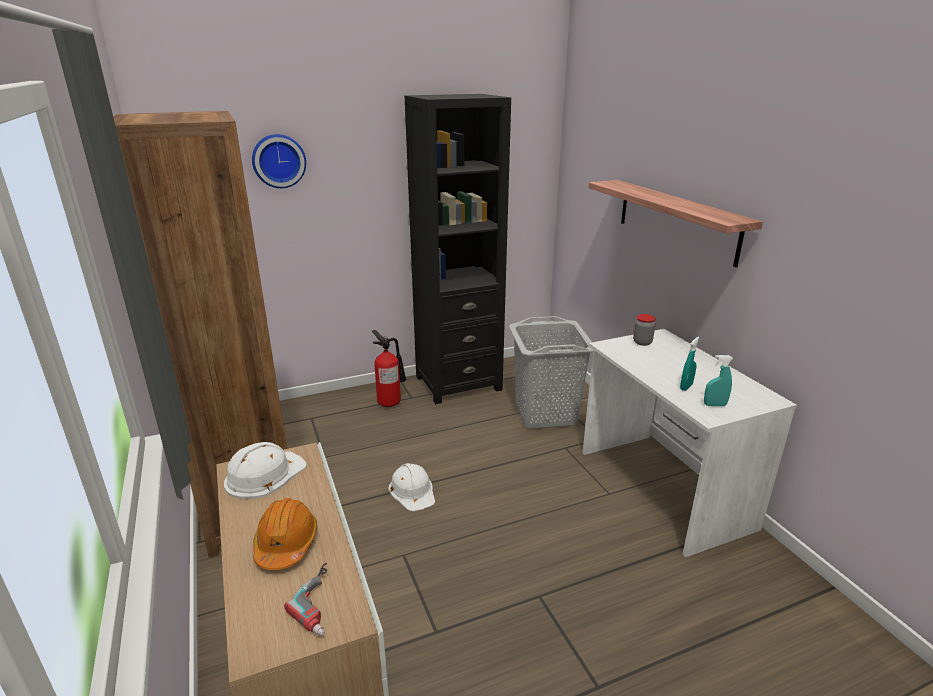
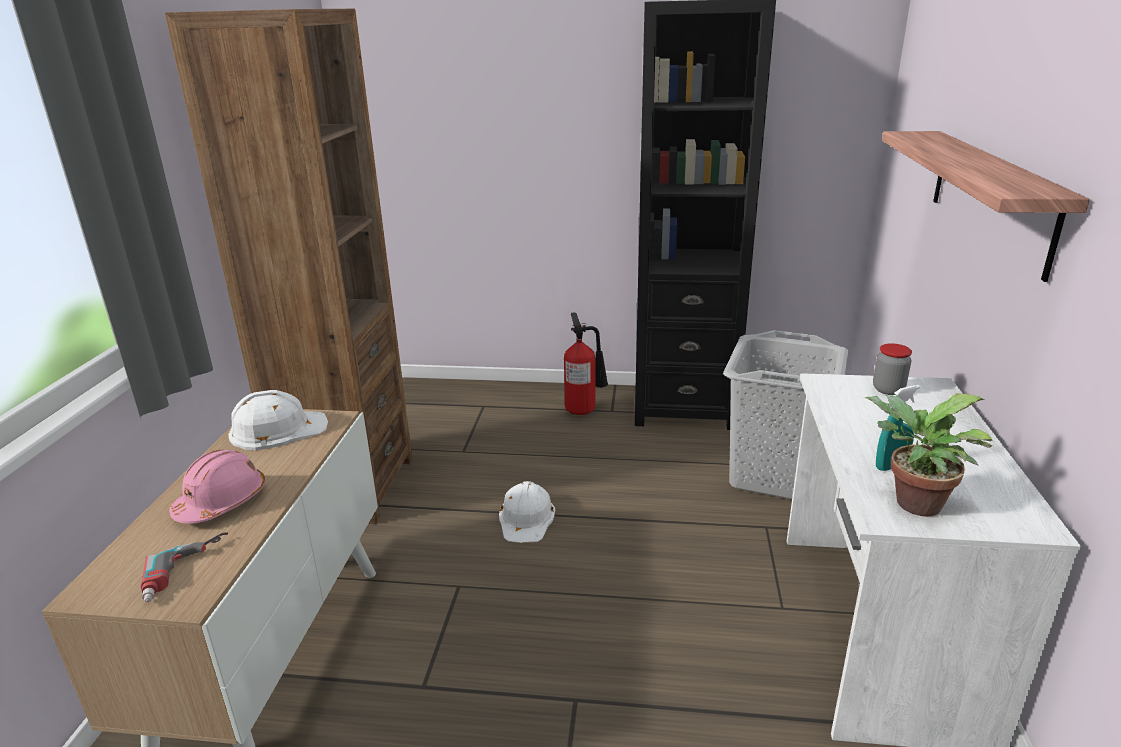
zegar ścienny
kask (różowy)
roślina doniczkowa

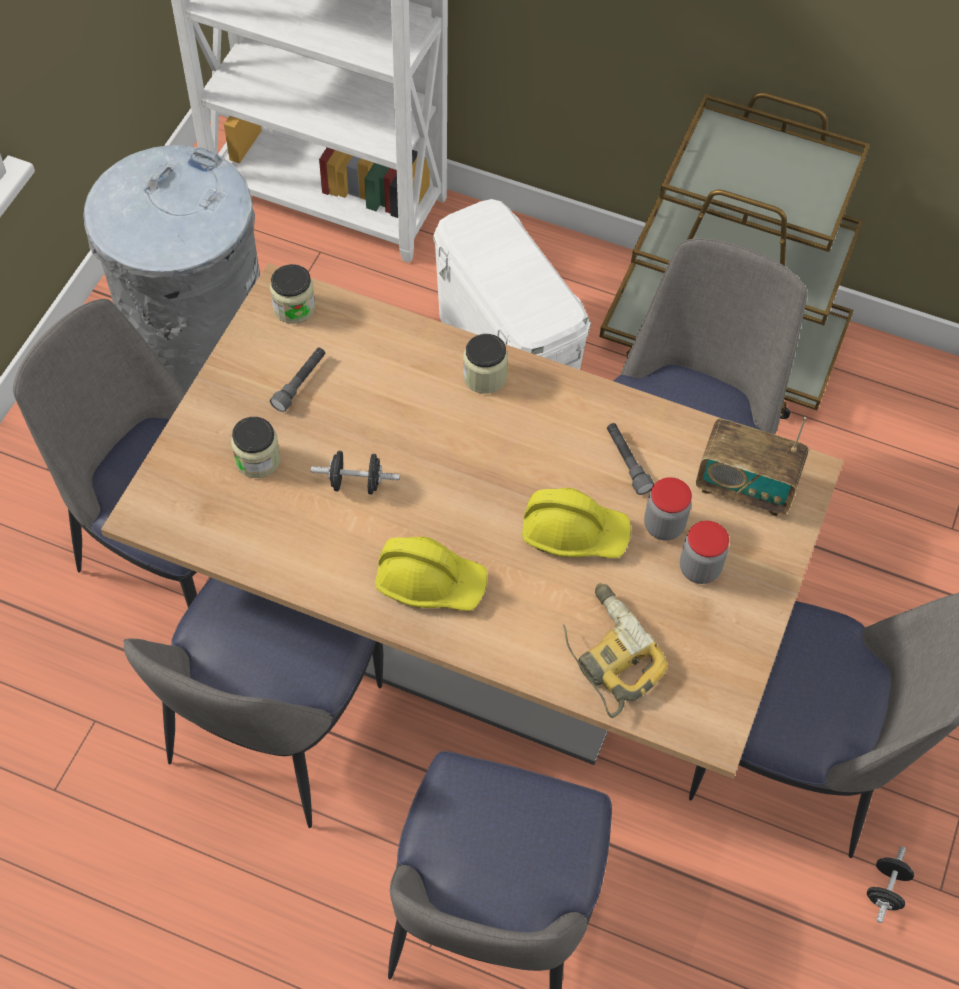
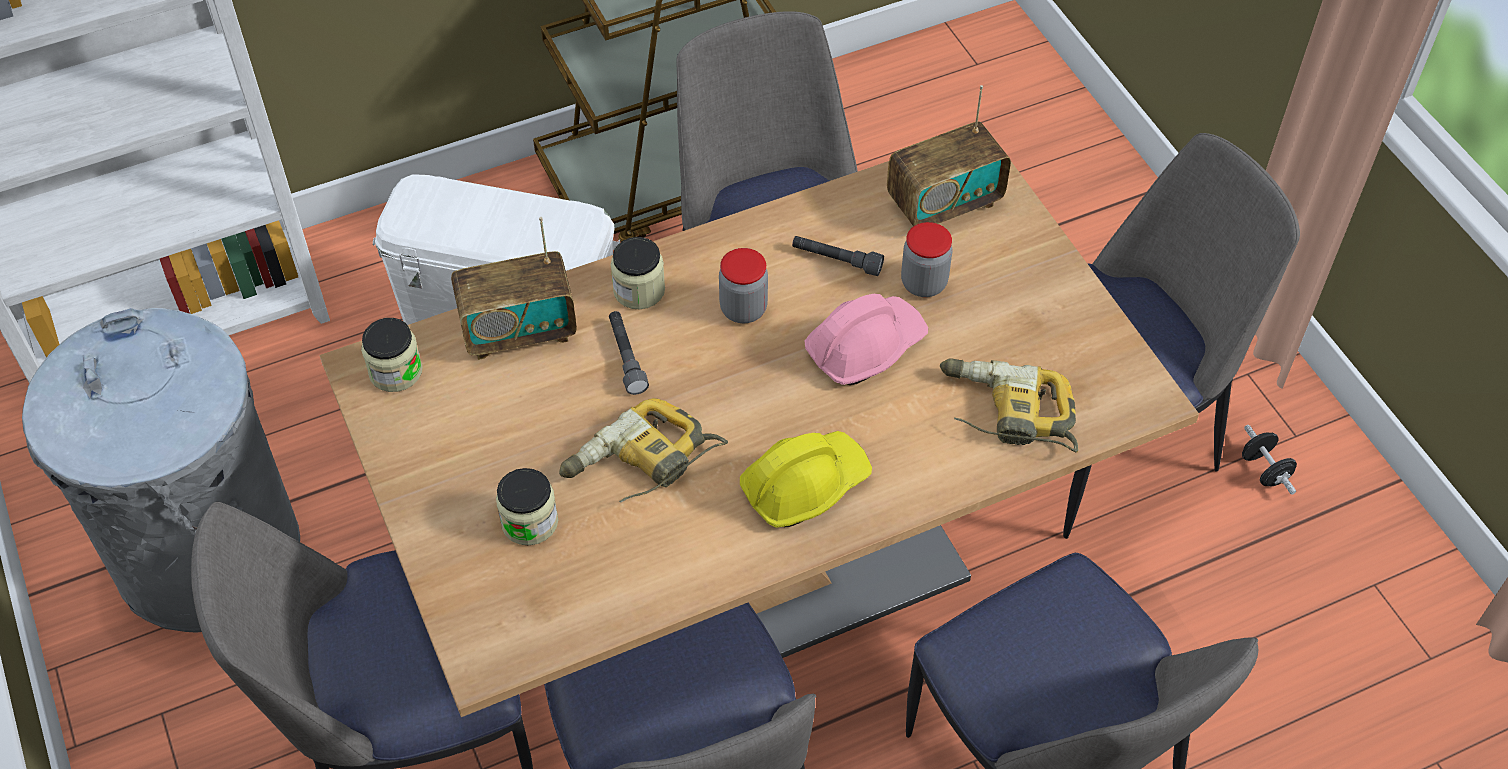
latarka (szary) (1st from left)
wiertarka (1st from left)
kask (różowy)
słoik (4th from left)
radio (1st from left)

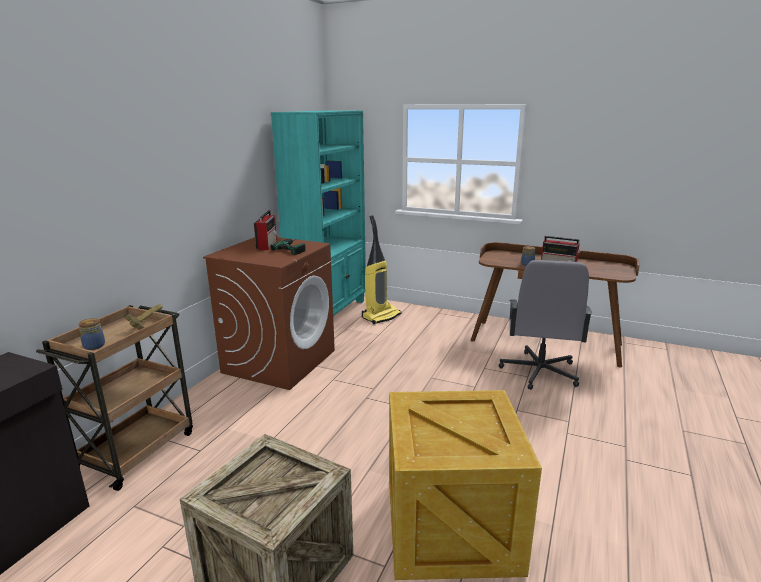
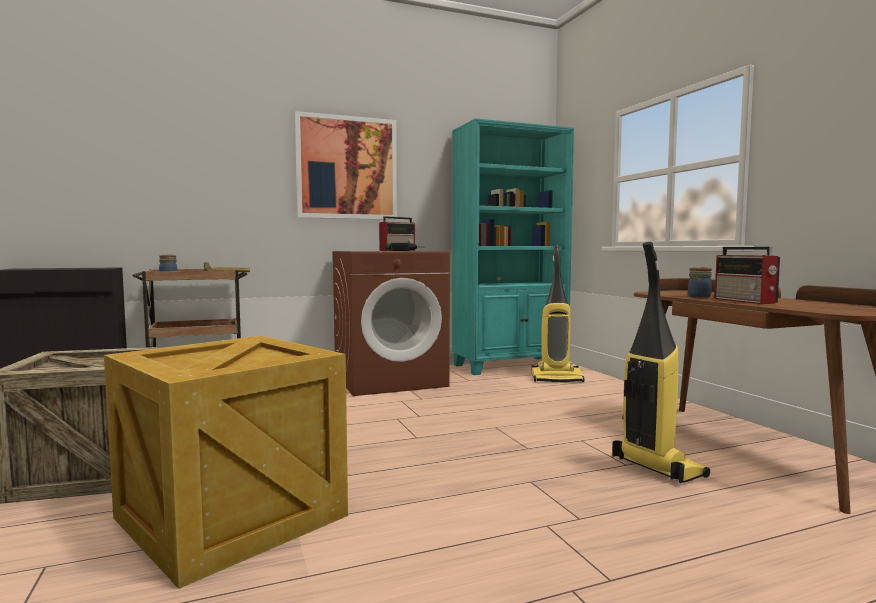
odkurzacz (2nd from left)
obraz

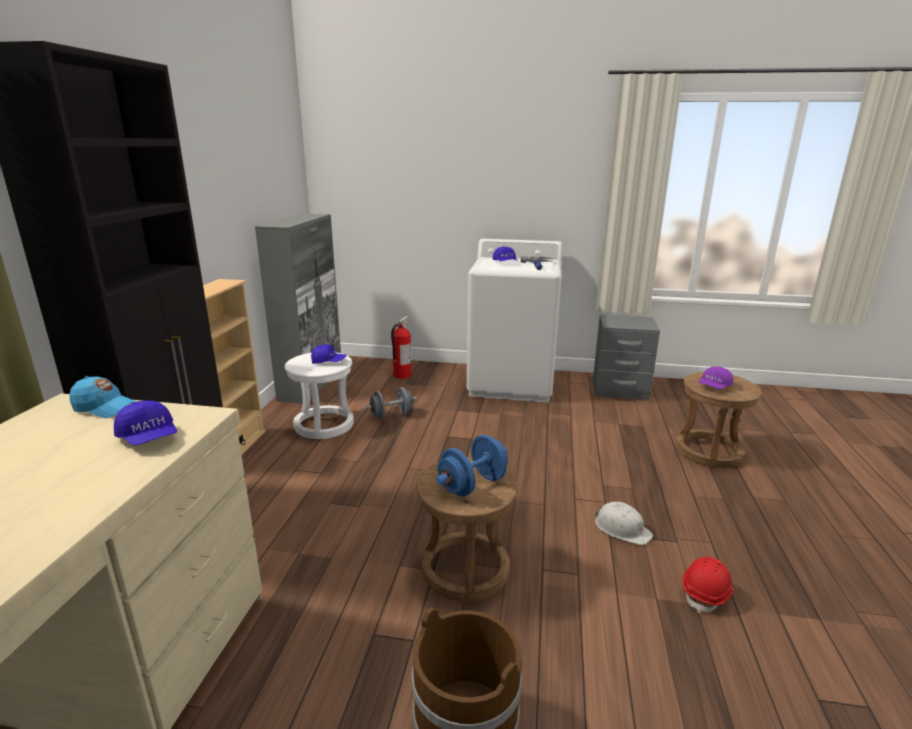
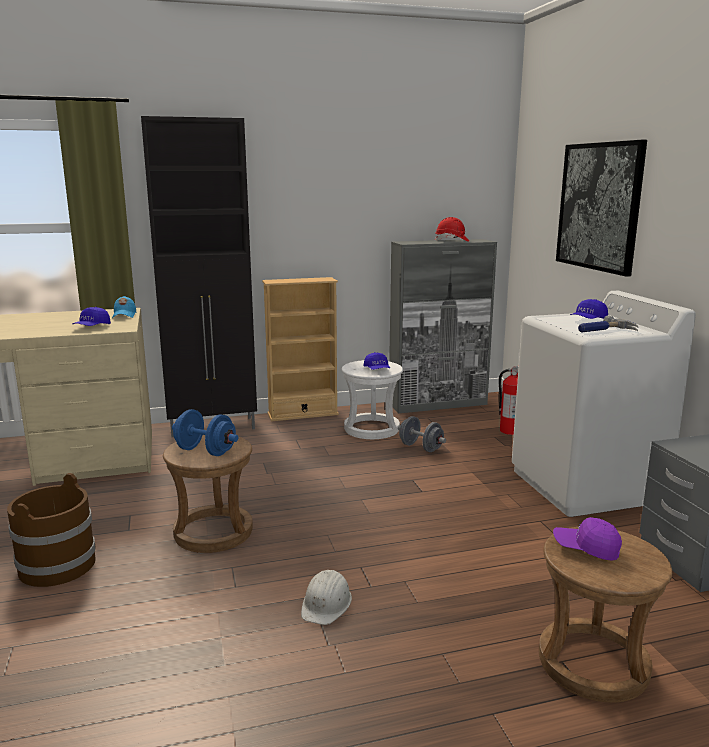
kask (czerwony)
obraz

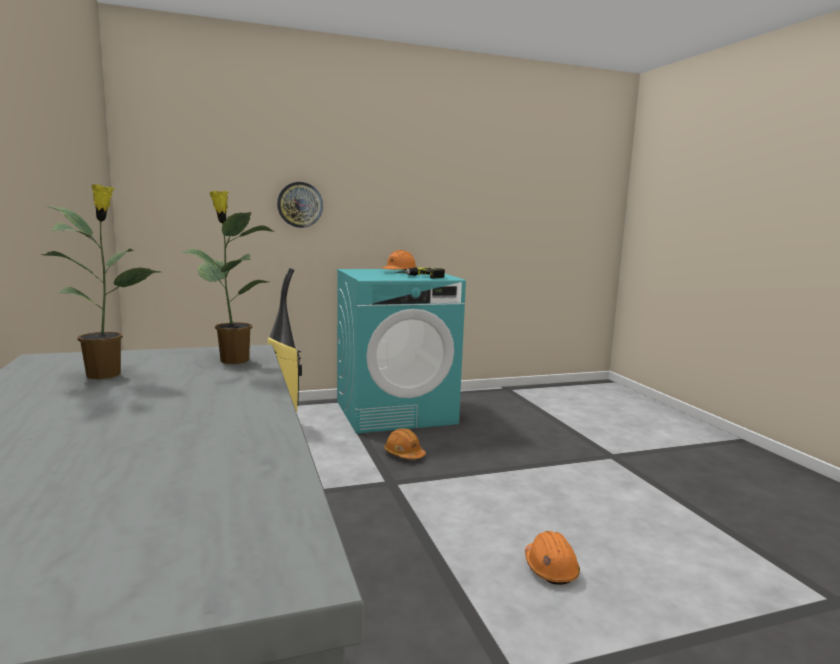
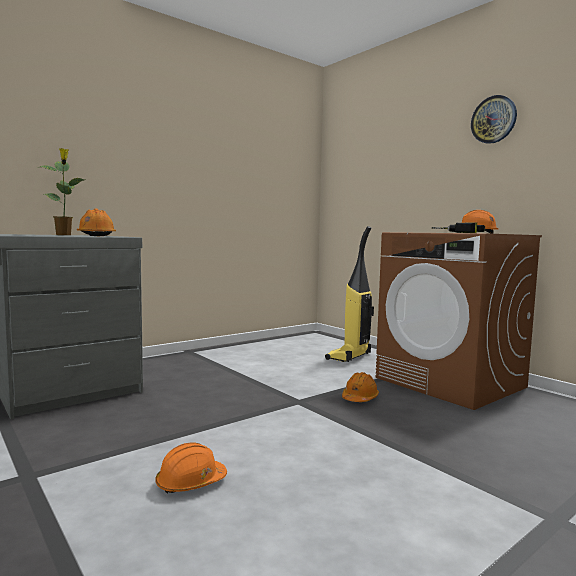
kask (pomarańczowy) (1st from left)
zegar ścienny
pralka (brązowy)

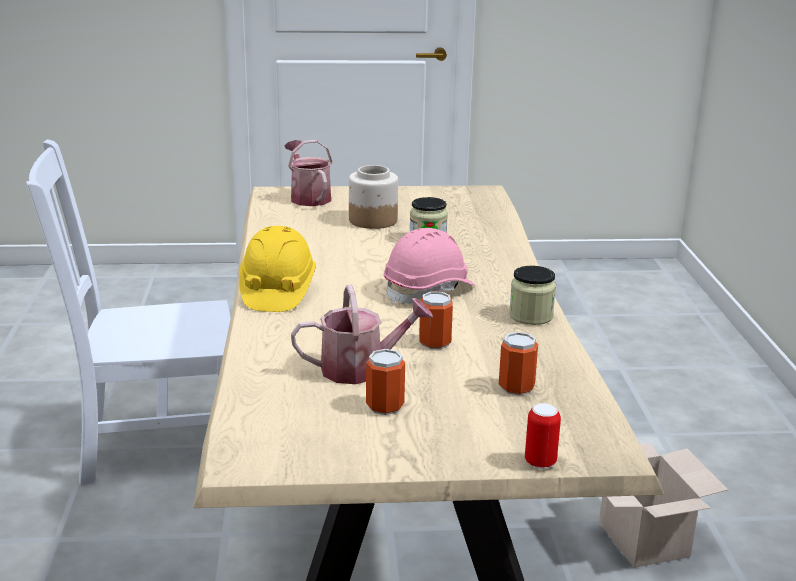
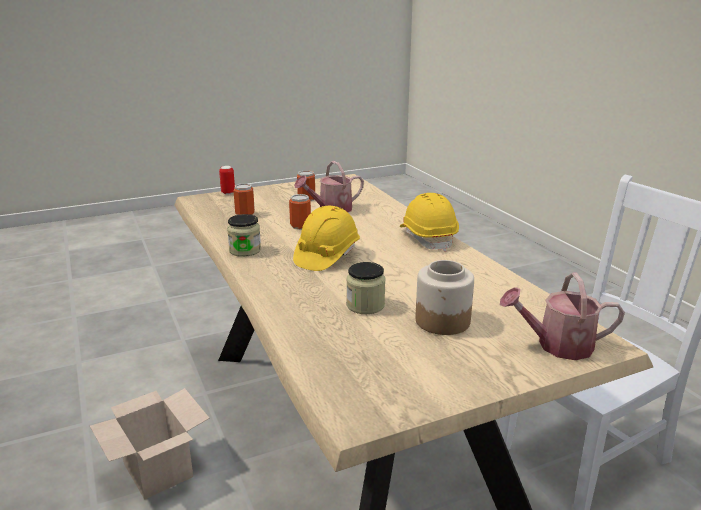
konewka (2nd from left)
kask (żółty) (1st from left)

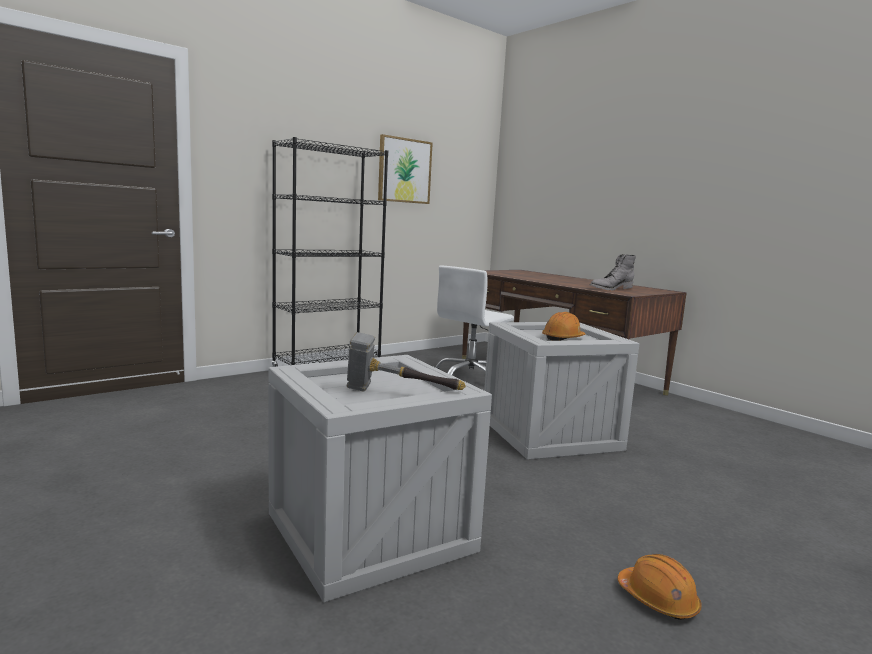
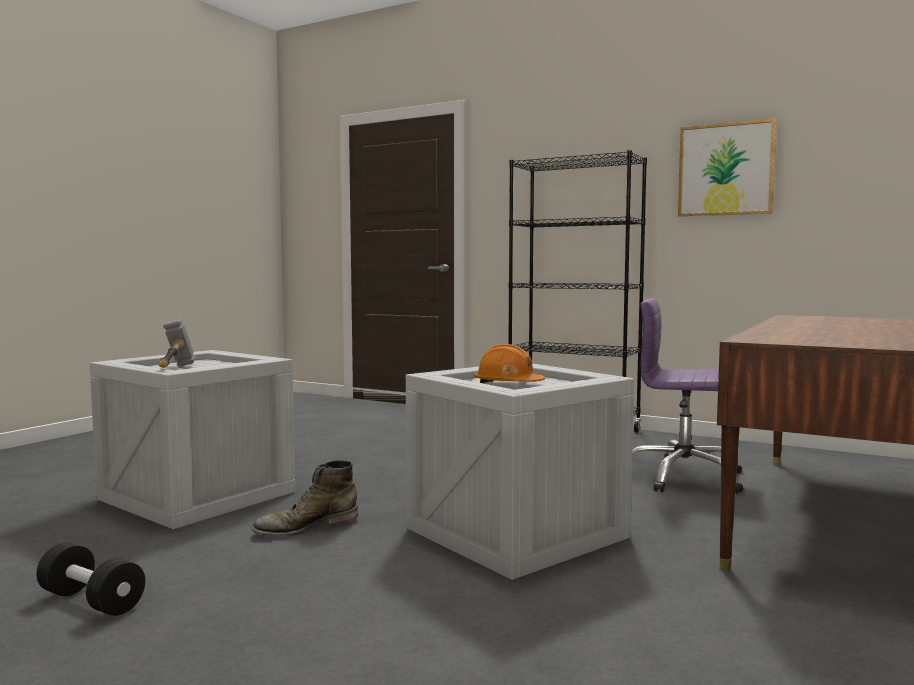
krzesło biurowe (fioletowy)
but z cholewką (szary)
hantel (czarny)
but z cholewką (zielony)

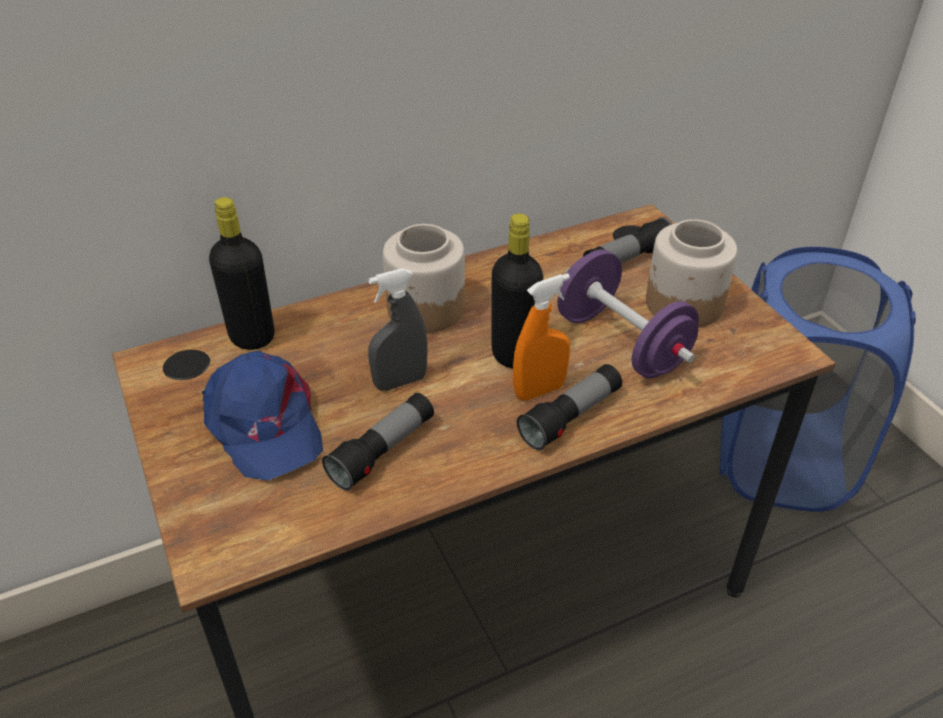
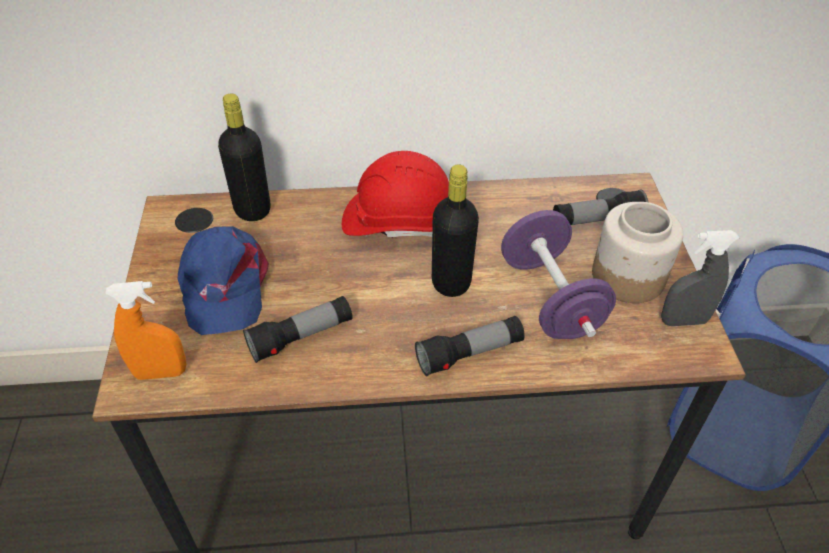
spryskiwacz (szary)
kask (czerwony)
spryskiwacz (pomarańczowy)

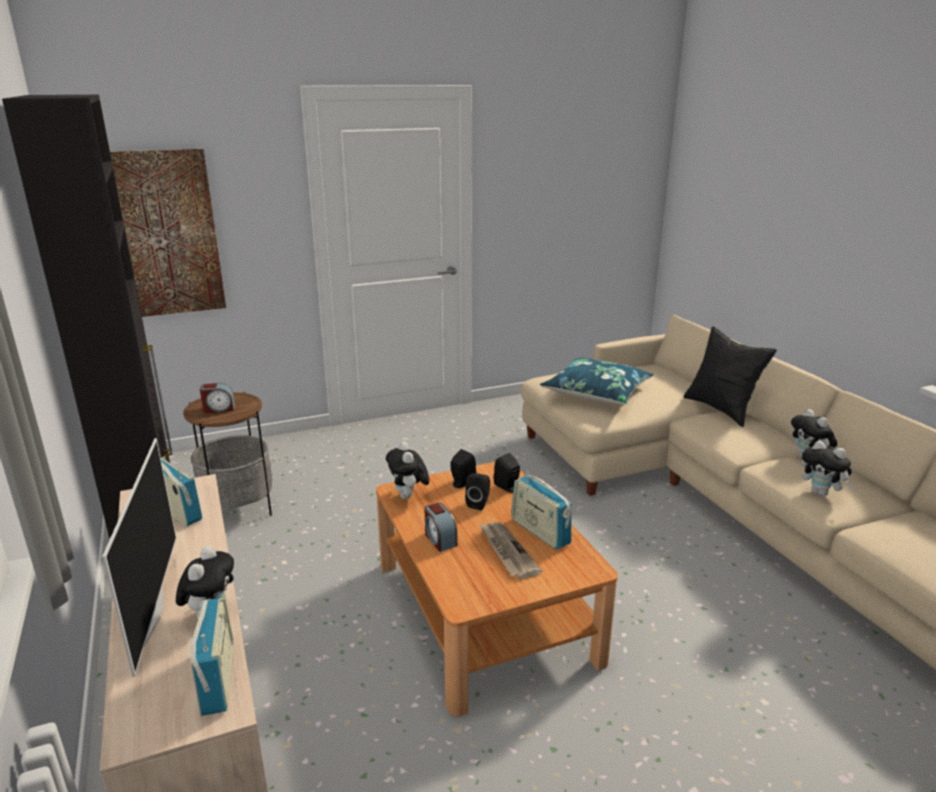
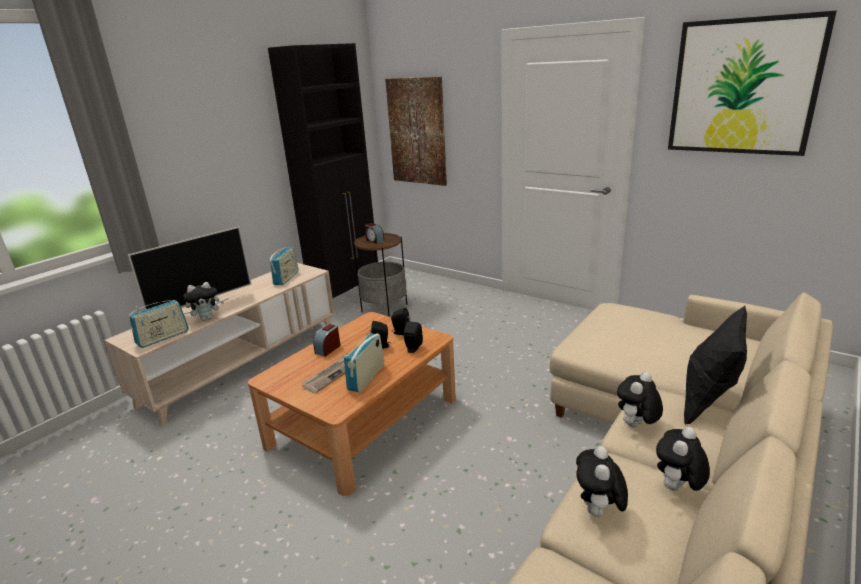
pluszak (3rd from left)
poduszka (niebieski)
obraz (2nd from left)

